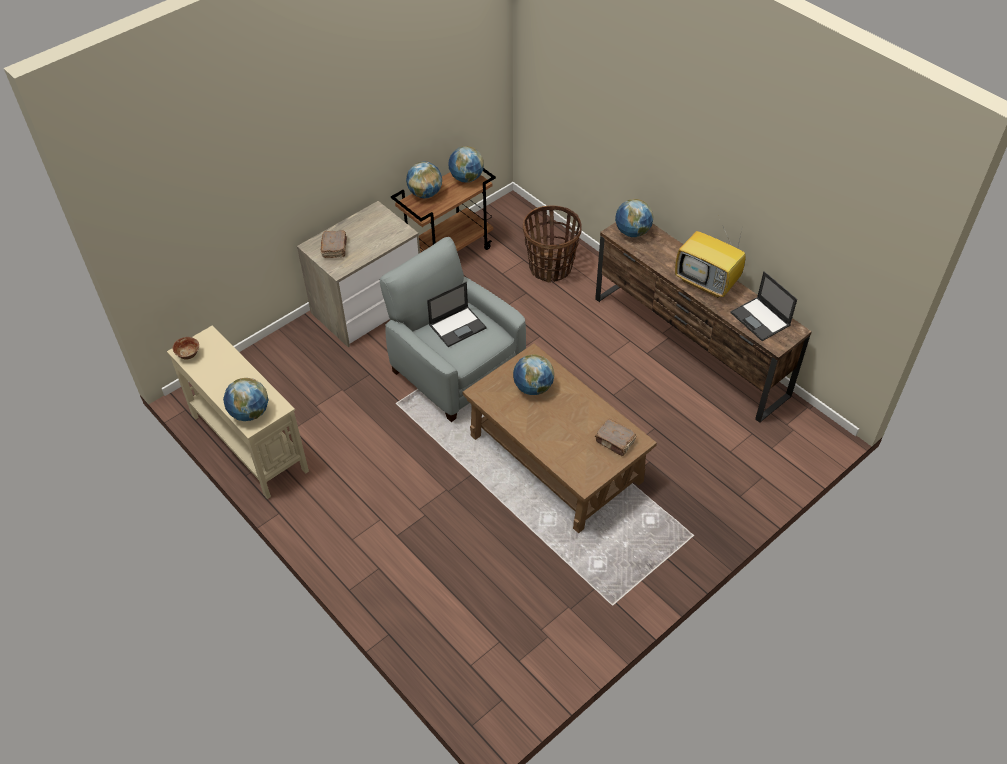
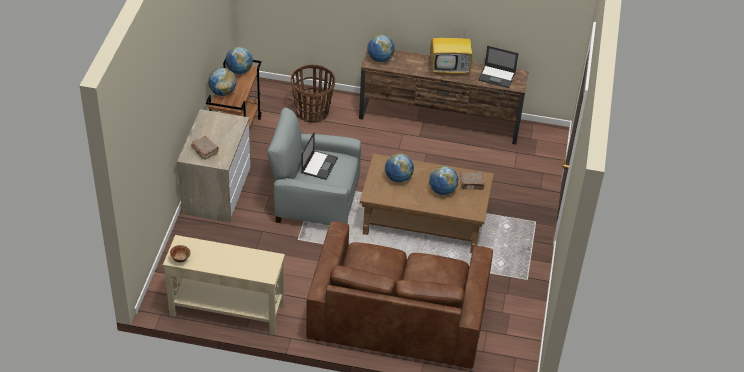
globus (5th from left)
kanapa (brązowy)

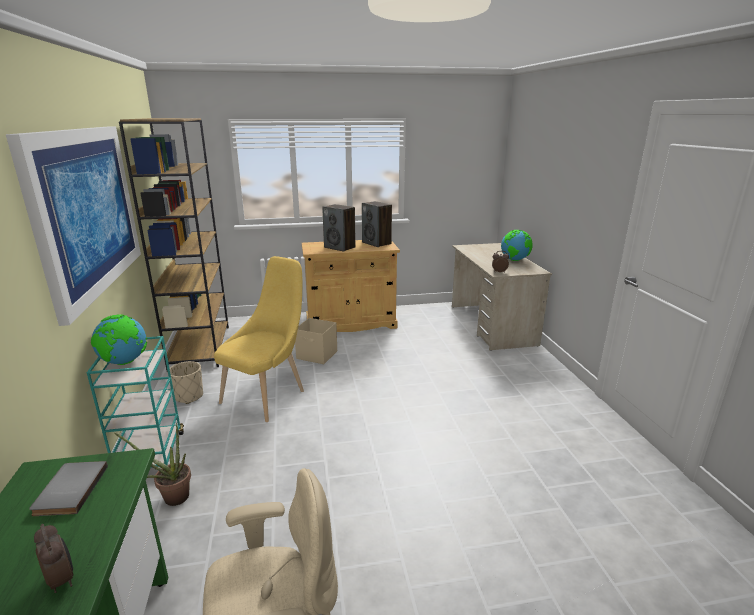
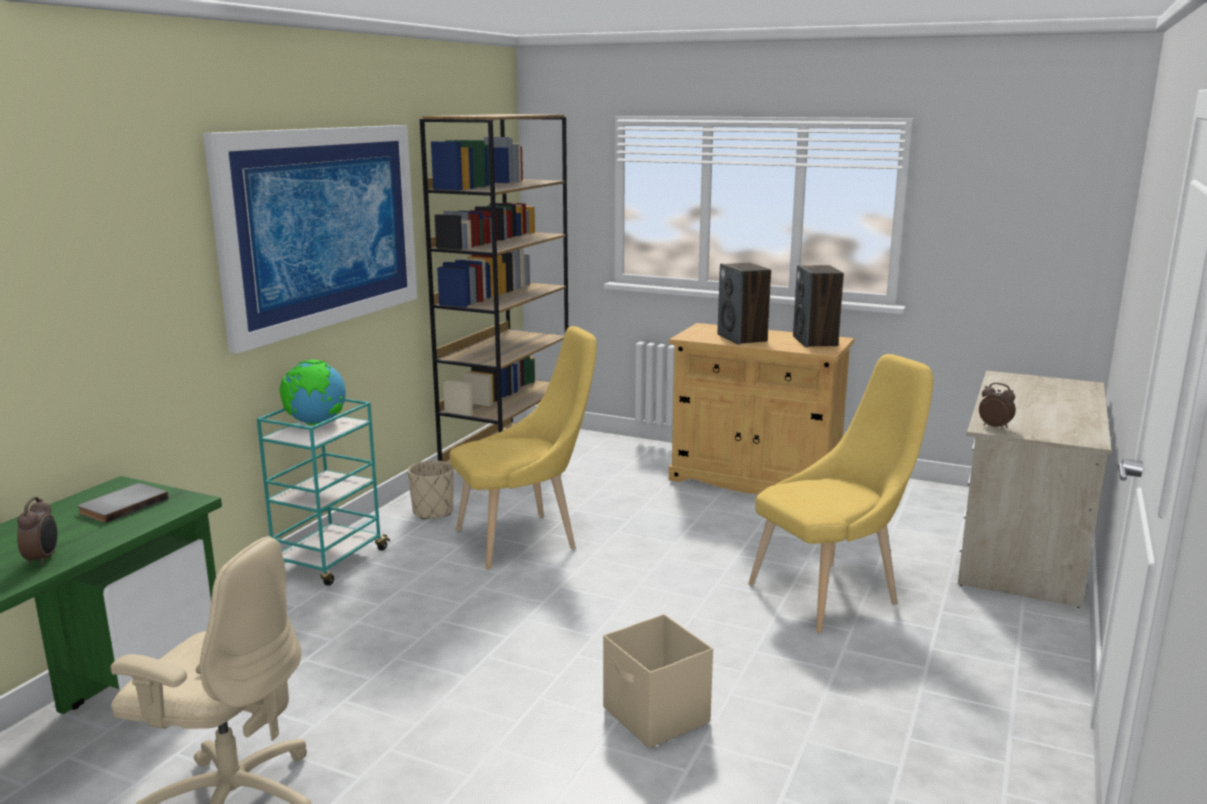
roślina doniczkowa
pojemnik do przechowywania (beżowy)
globus (2nd from left in the first image)
krzesło (żółty) (2nd from left)

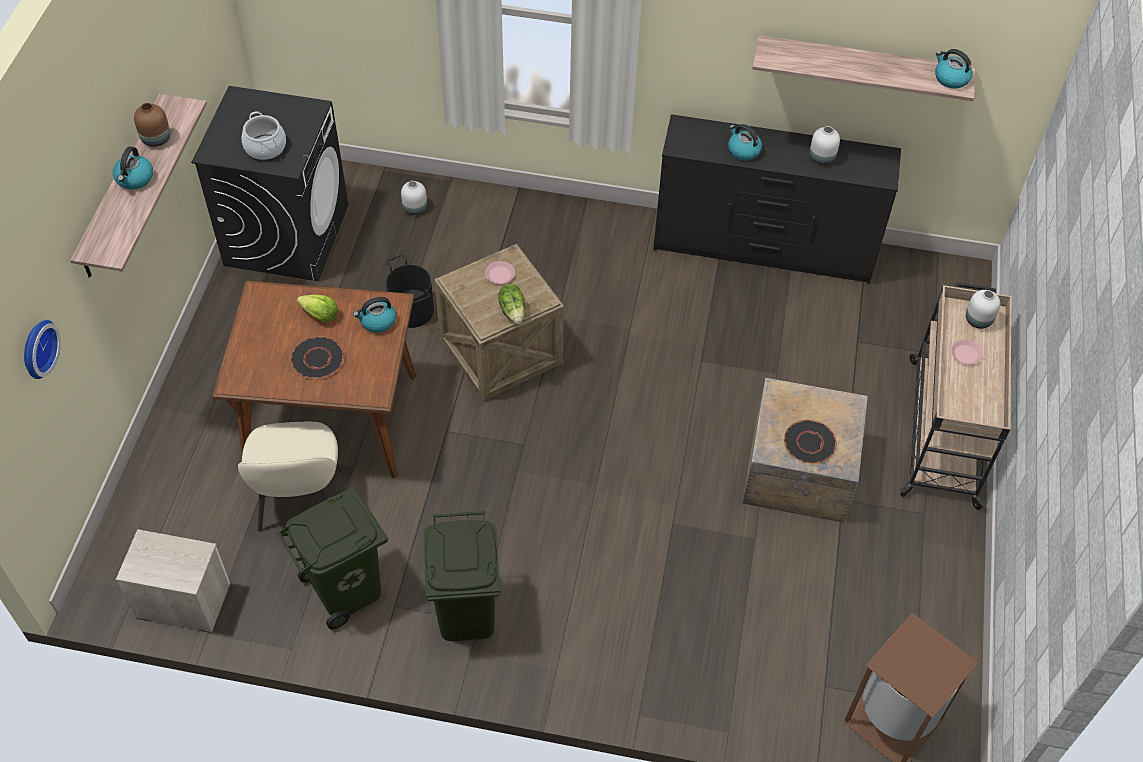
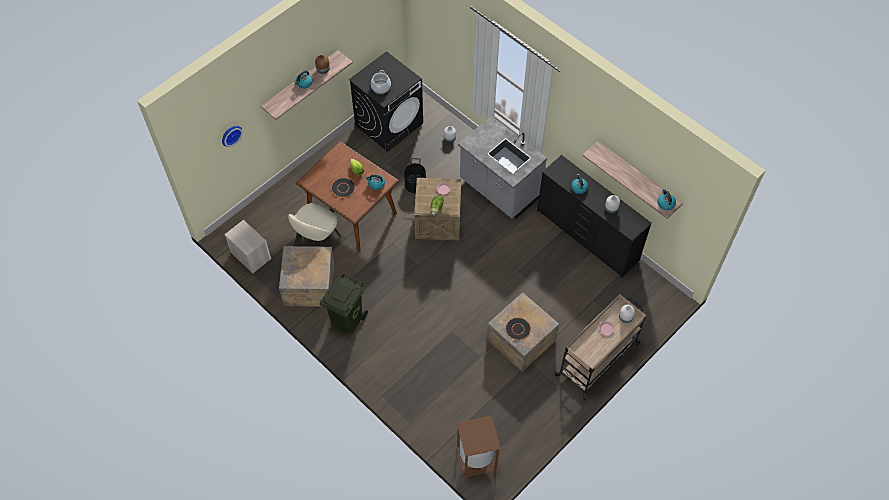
skrzynka (1st from left)
zabudowa kuchenna (szary)

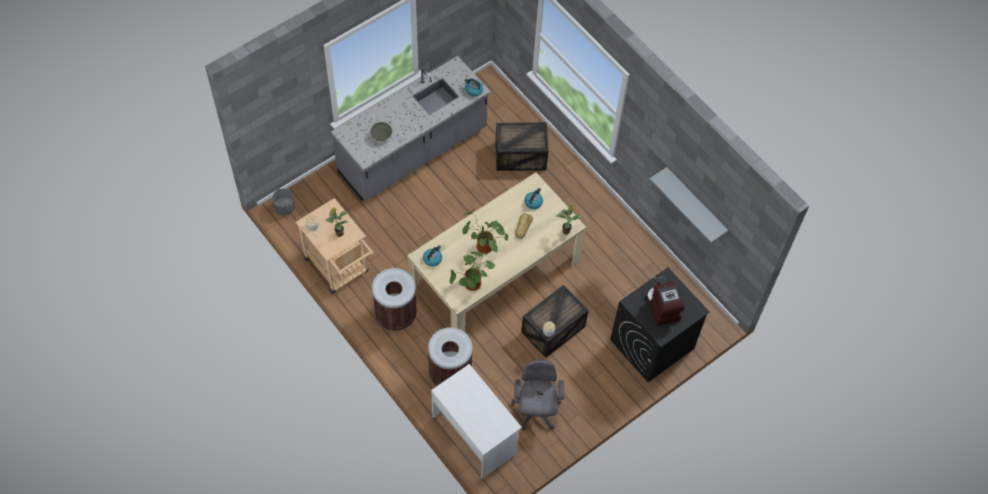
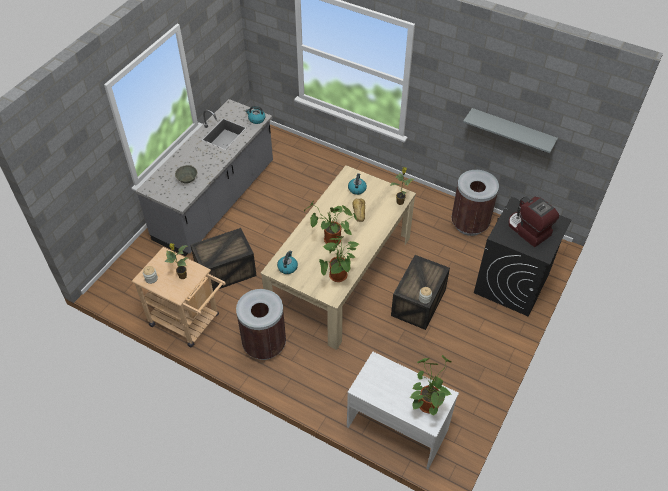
donica (szary)
kosz na śmieci (brązowy) (2nd from left)
skrzynka (1st from left)
krzesło biurowe (szary)
roślina doniczkowa (5th from left)

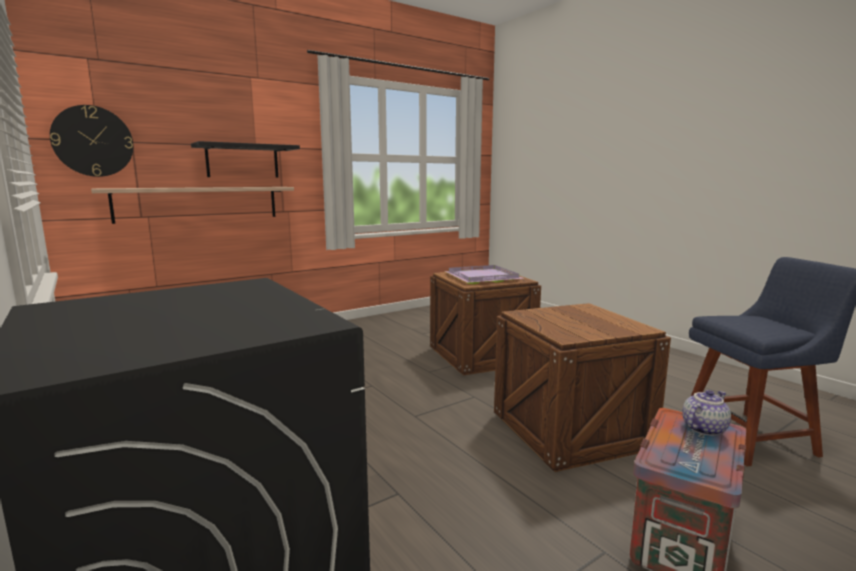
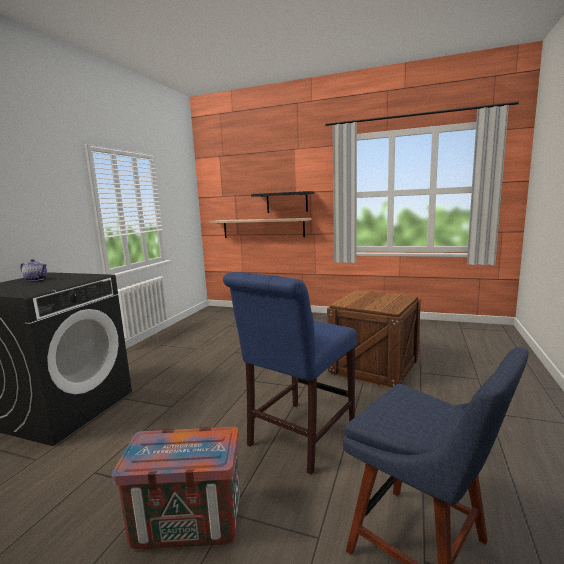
zegar ścienny
taca (fioletowy)
krzesło (niebieski) (1st from left)
imbryk

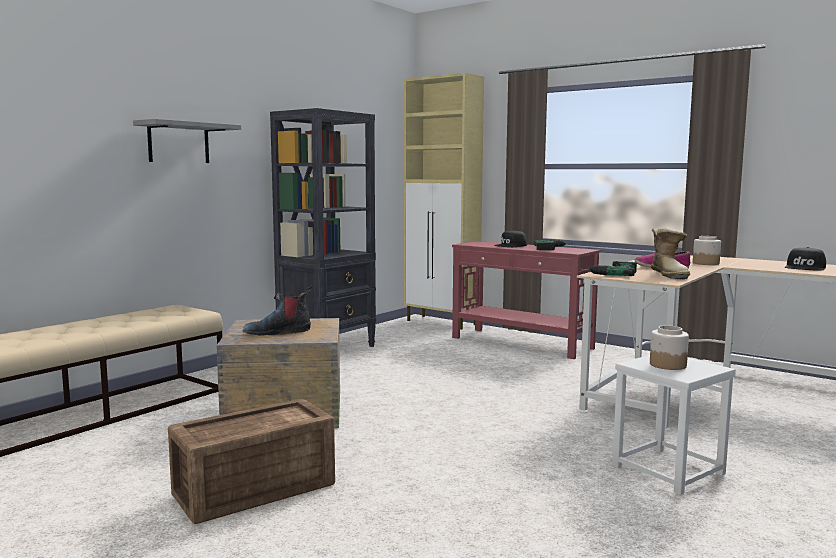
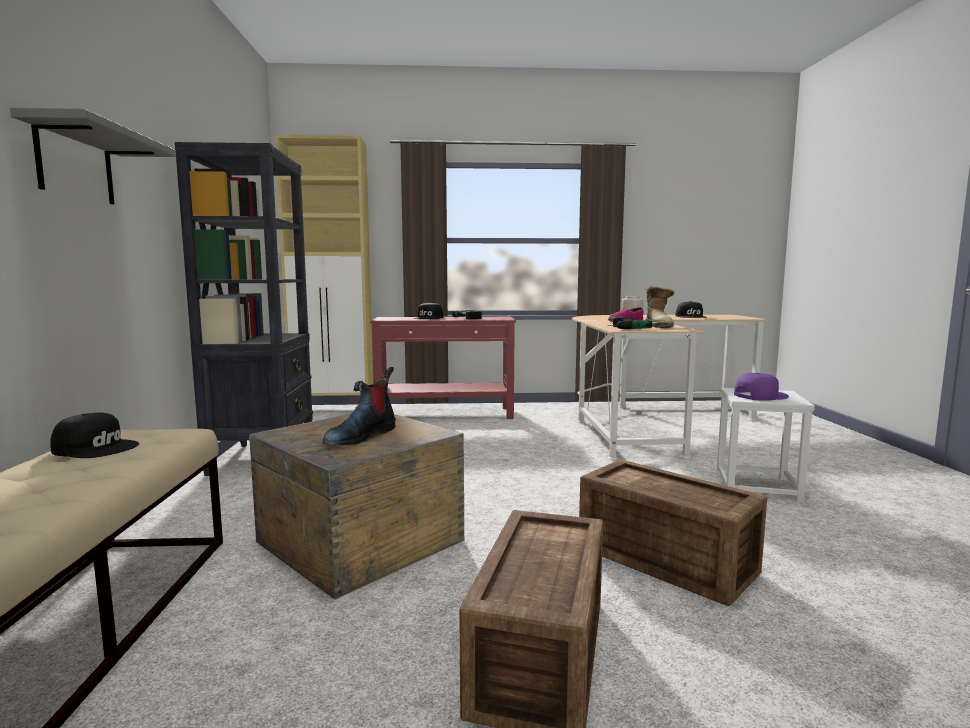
czapka z daszkiem (fioletowy)
but z cholewką (2nd from left)
czapka z daszkiem (czarny) (1st from left)
skrzynka (3rd from left)

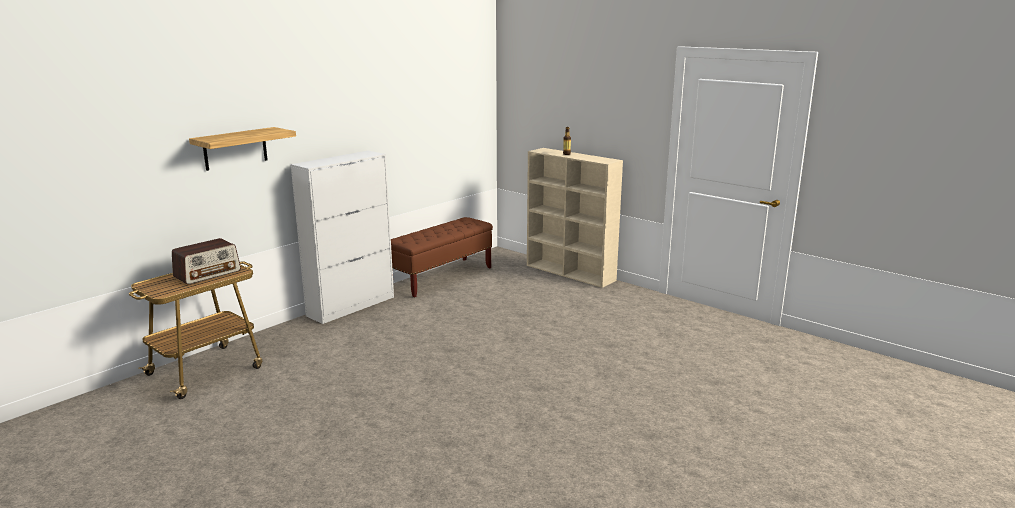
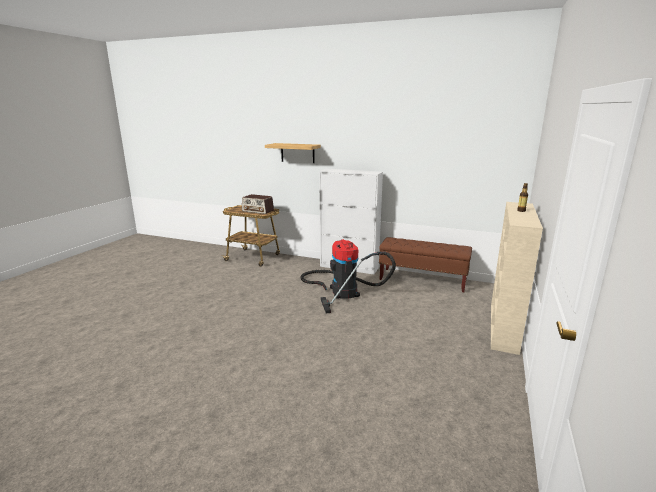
odkurzacz

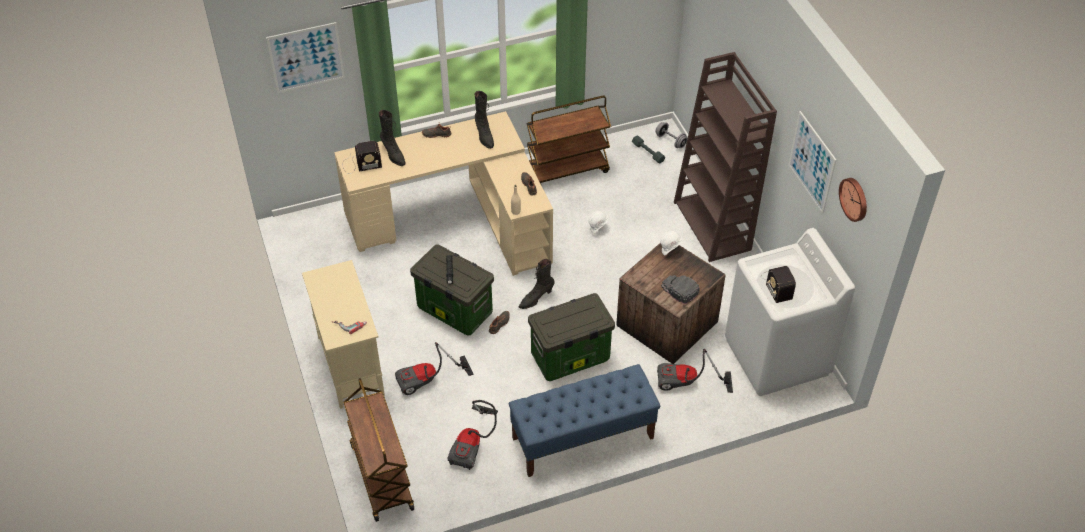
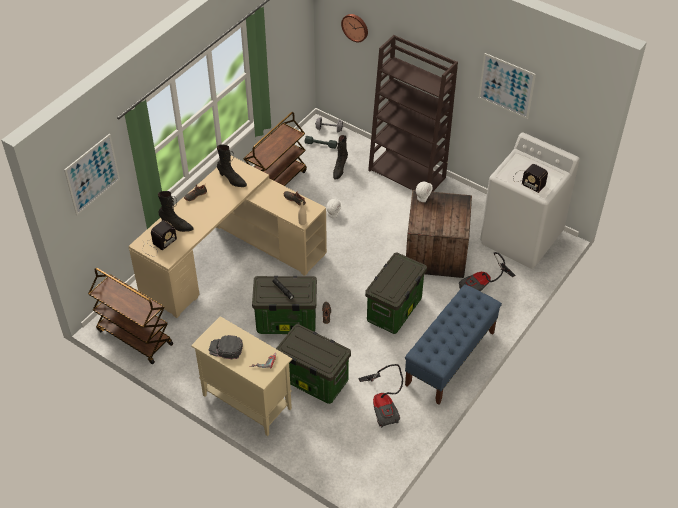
wózek (brązowy) (1st from left)
pojemnik do przechowywania (2nd from left)
but z cholewką (czarny) (3rd from left)
czapka z daszkiem (czarny)
zegar ścienny

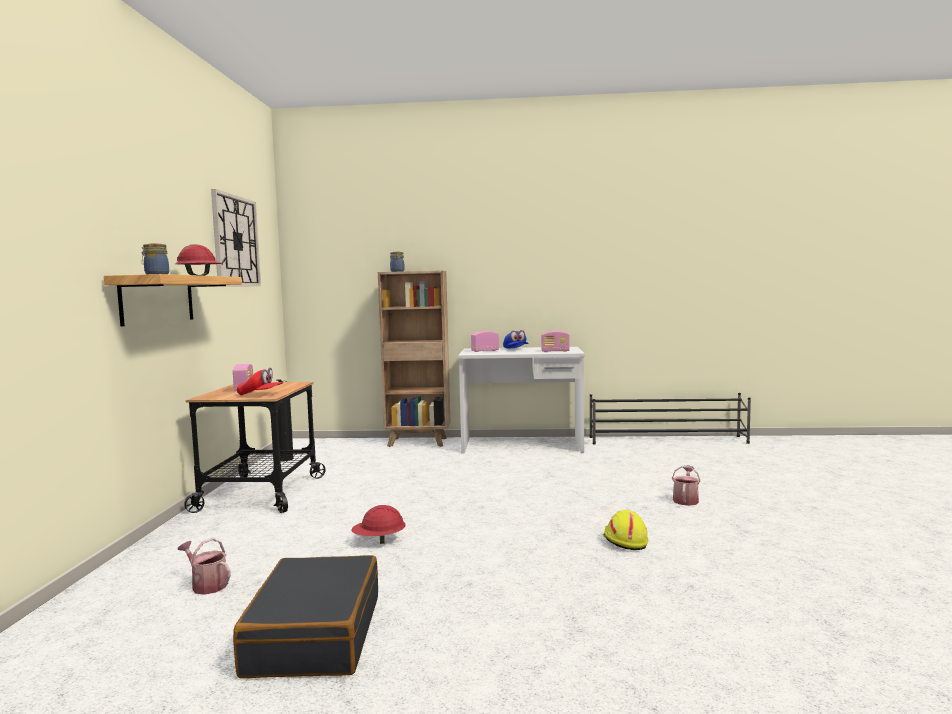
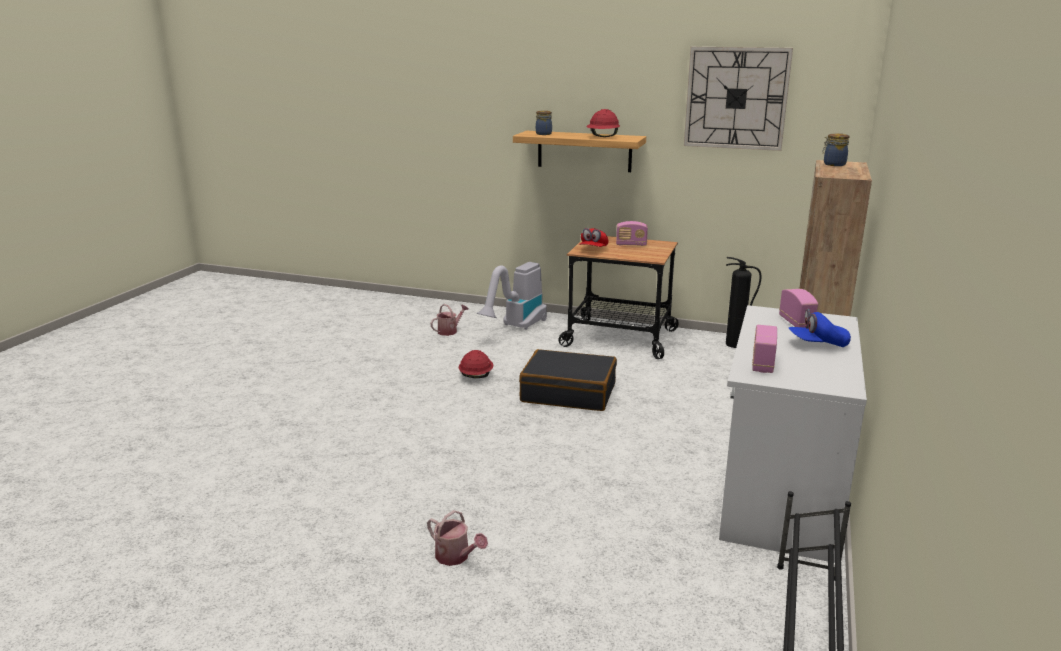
walizka (czarny)
kask (żółty)
odkurzacz

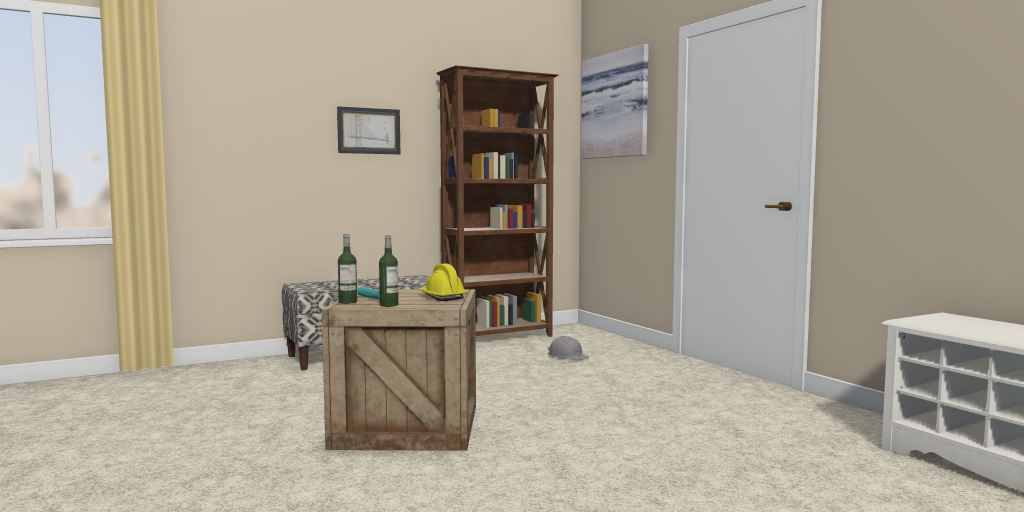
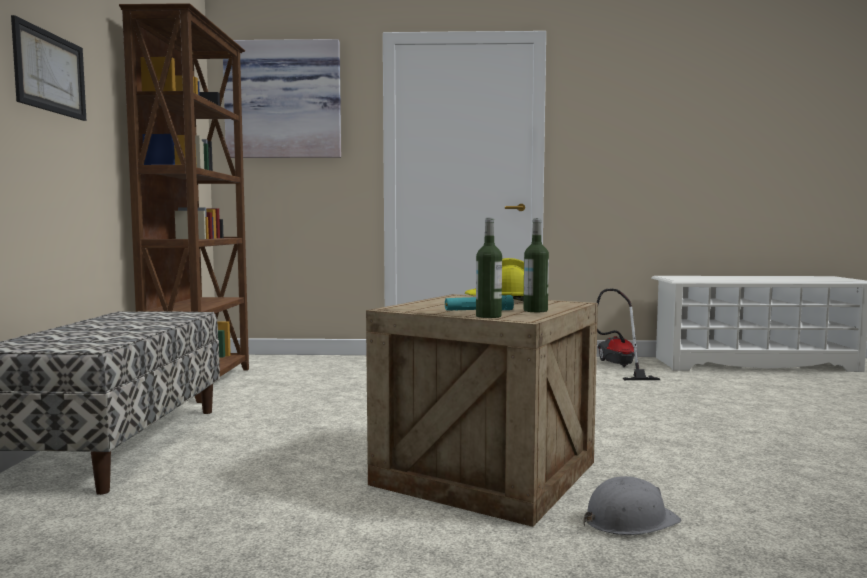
kask (szary)
odkurzacz

